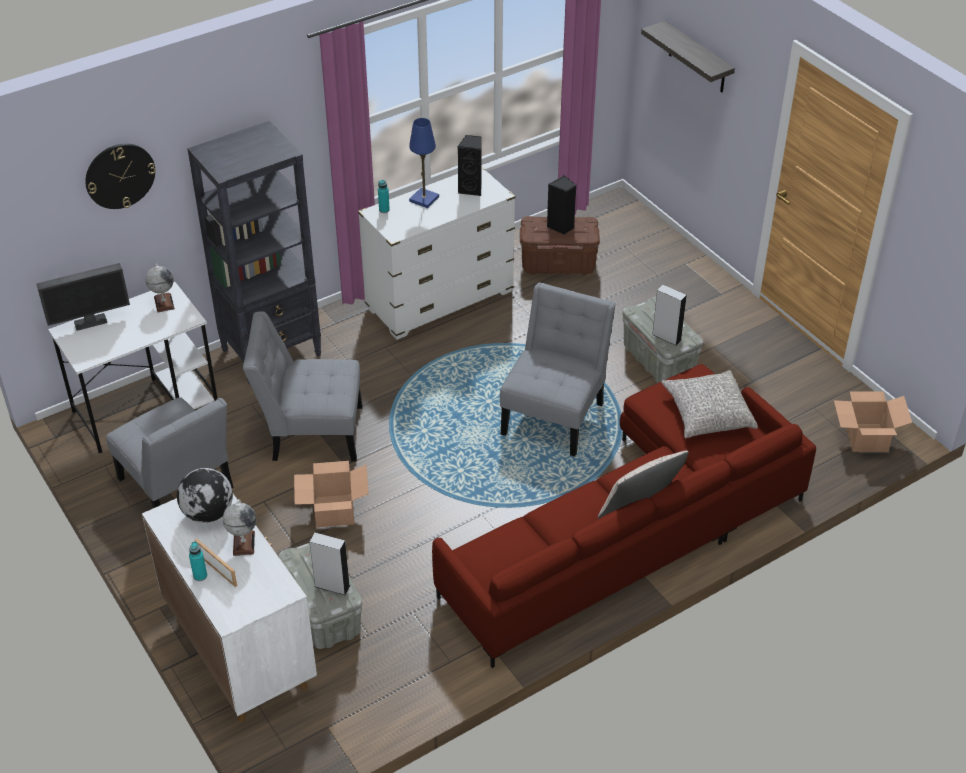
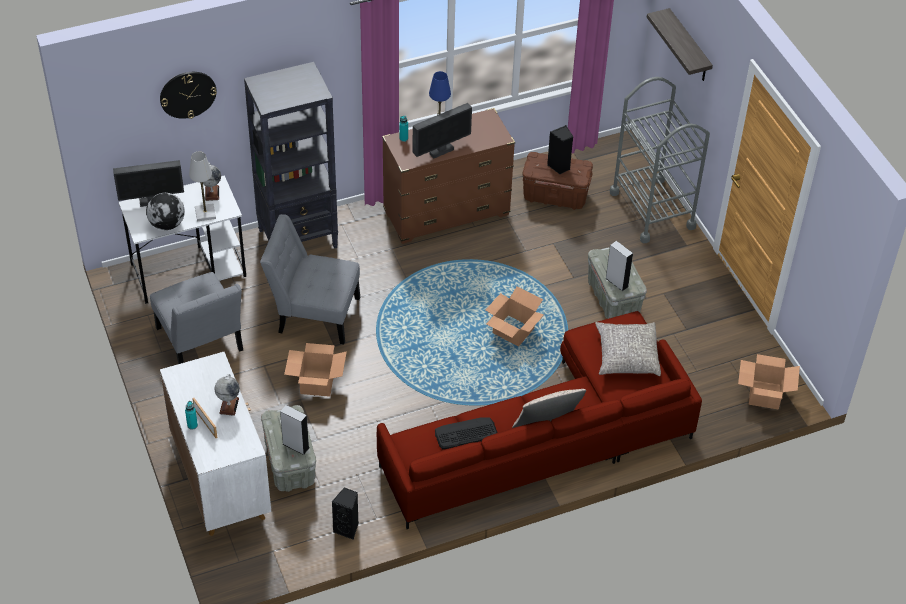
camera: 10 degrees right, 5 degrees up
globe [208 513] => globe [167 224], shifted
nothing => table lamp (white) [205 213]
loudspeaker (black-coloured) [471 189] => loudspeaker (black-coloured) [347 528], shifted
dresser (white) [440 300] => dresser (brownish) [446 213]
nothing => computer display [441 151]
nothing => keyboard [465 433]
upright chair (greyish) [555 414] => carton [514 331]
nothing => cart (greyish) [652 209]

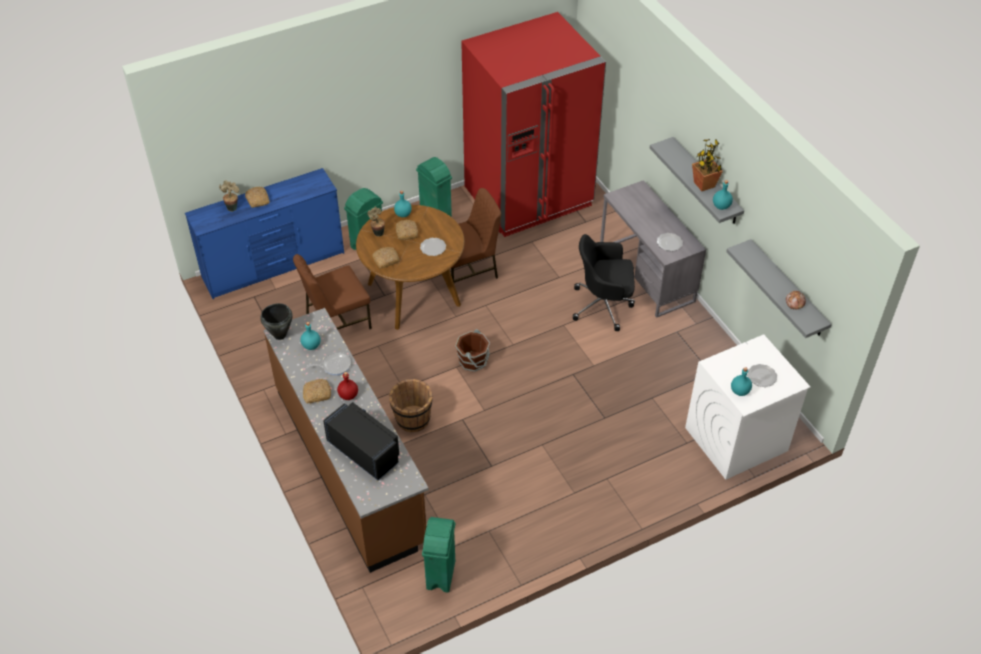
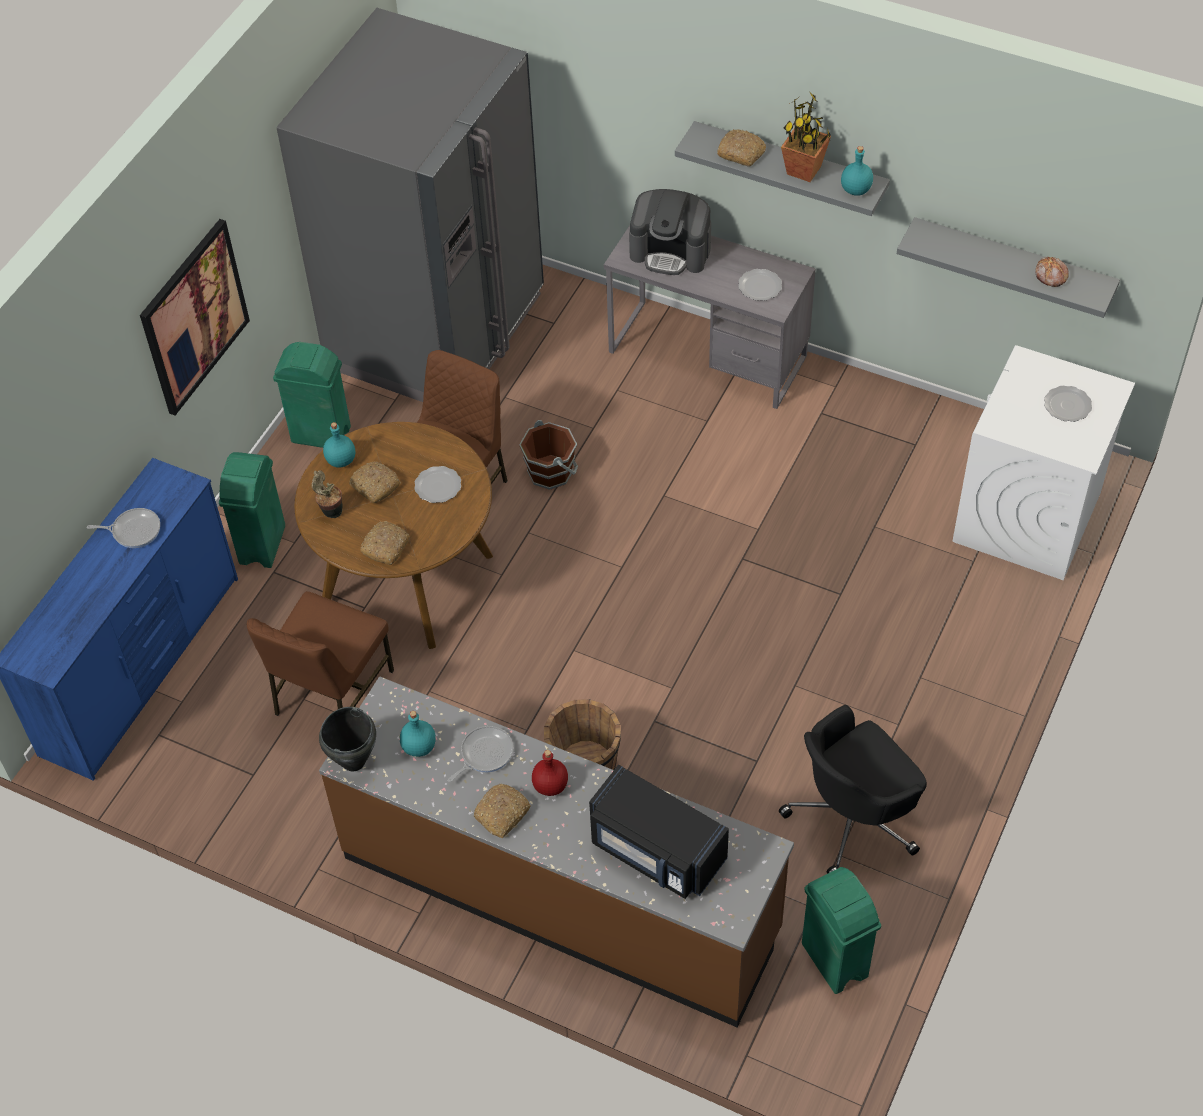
camera: 35 degrees left, 5 degrees up
nothing => skillet [134 530]
nothing => picture [194 317]
refrigerator (red-coloured) [528 196] => refrigerator (greyish) [436 331]
pail (brownish) [473 361] => pail (brownish) [551 471], shifted
microwave (black-coloured) [364 451] => microwave (black-coloured) [656 851], 150 degrees counterclockwise
nothing => coffee brewer [671 251]
baked bread [258 200] => baked bread [741 153], shifted
office chair (black-coloured) [603 305] => office chair (black-coloured) [853 818], shifted
plant in a pot [232 207] => nothing
drink bottle (turquoise-coloured) [739 391] => nothing

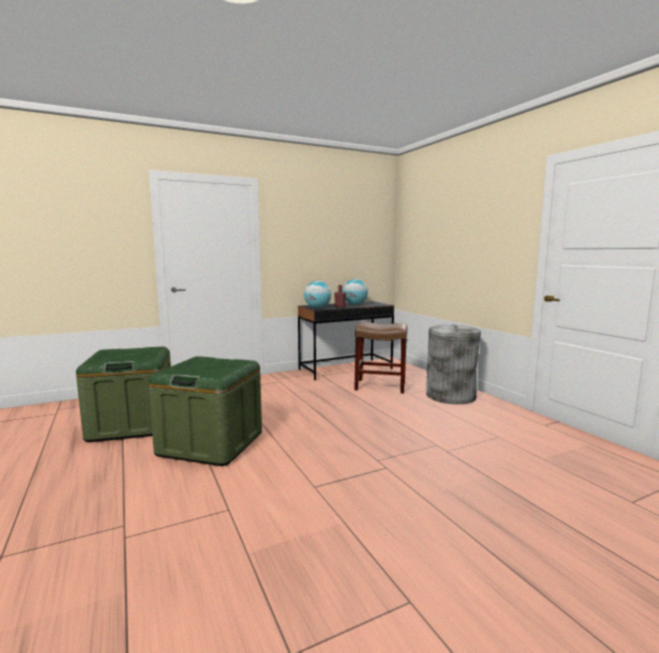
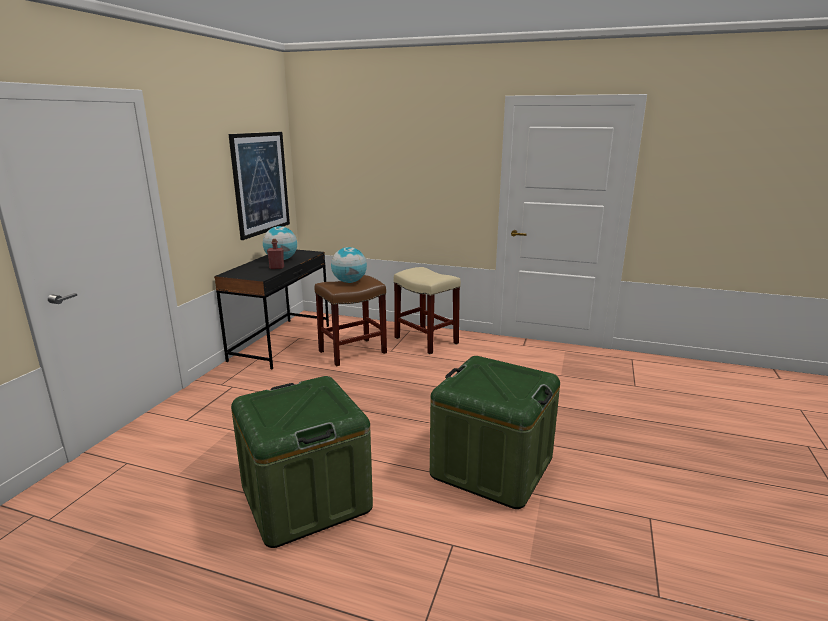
camera: 45 degrees left, 10 degrees up
nothing => picture [260 183]
globe [317 308] => globe [349 282], shifted
waste bin (greyish) [451 396] => sitting stool (sand-coloured) [427 341]
storage box (green) [132 424] => storage box (green) [492 467], shifted

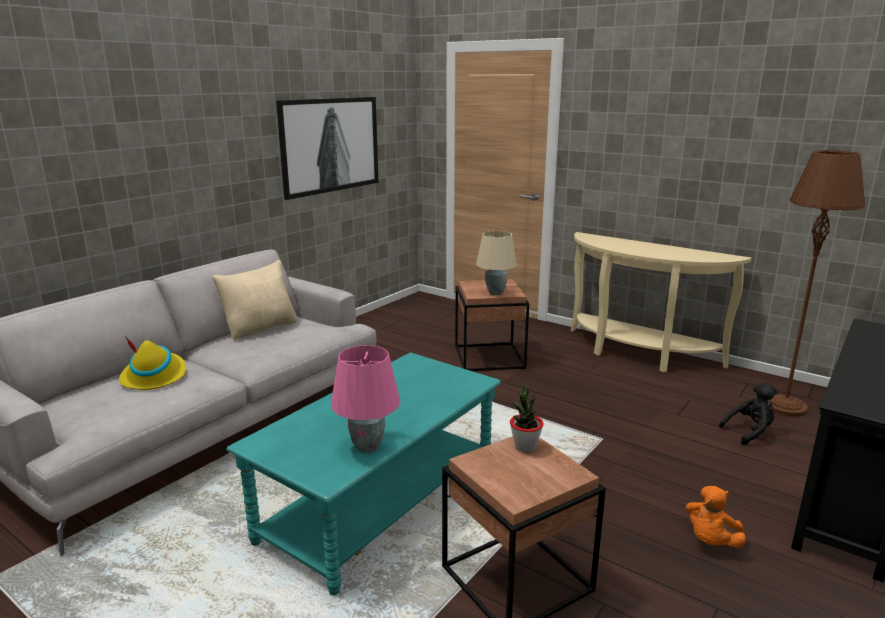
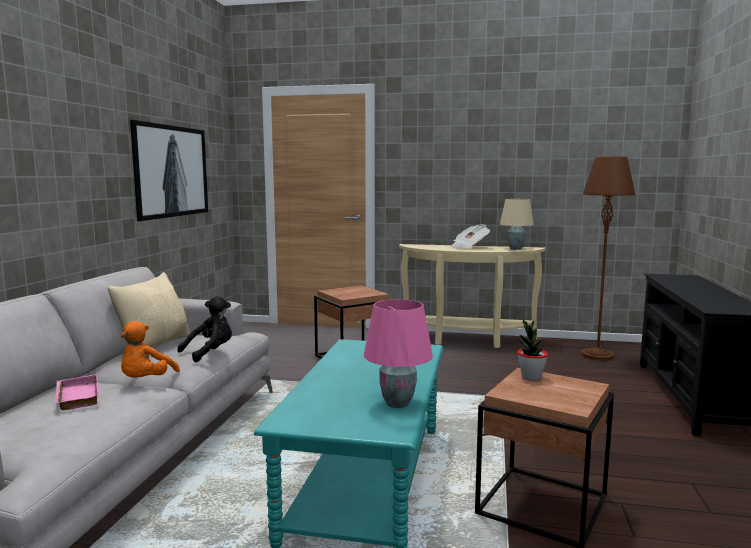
camera: 25 degrees left, 10 degrees down
wearable hat (yellowish) [154 376] => carrying tray (pink-coloured) [75 397]
plush toy (orange) [711 541] => plush toy (orange) [146 381], shifted
plush toy (black-coloured) [749 432] => plush toy (black-coloured) [210 352], shifted
nothing => newspaper [468 247]
table lamp (sand-coloured) [495 292] => table lamp (sand-coloured) [515 249], shifted

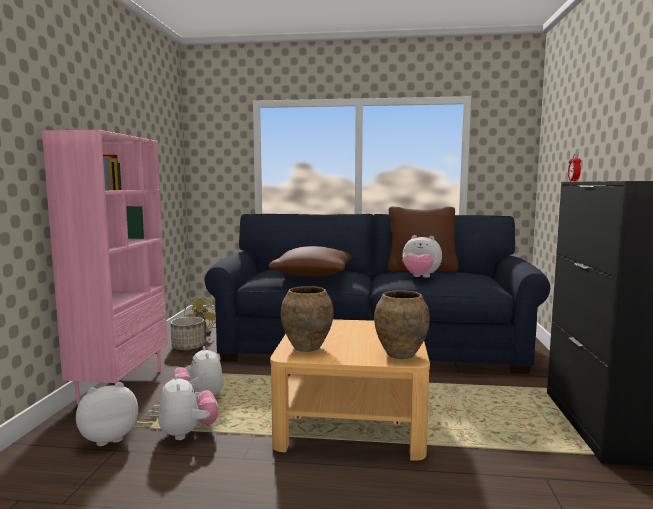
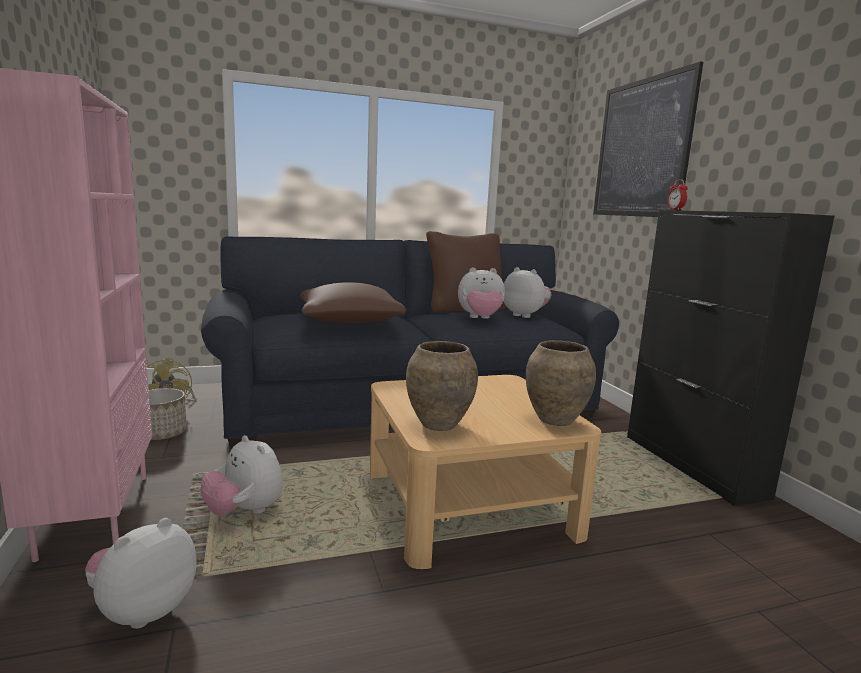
camera: 25 degrees left, 5 degrees up
plush toy [188 433] => plush toy [525 315], shifted
nothing => picture [642 148]

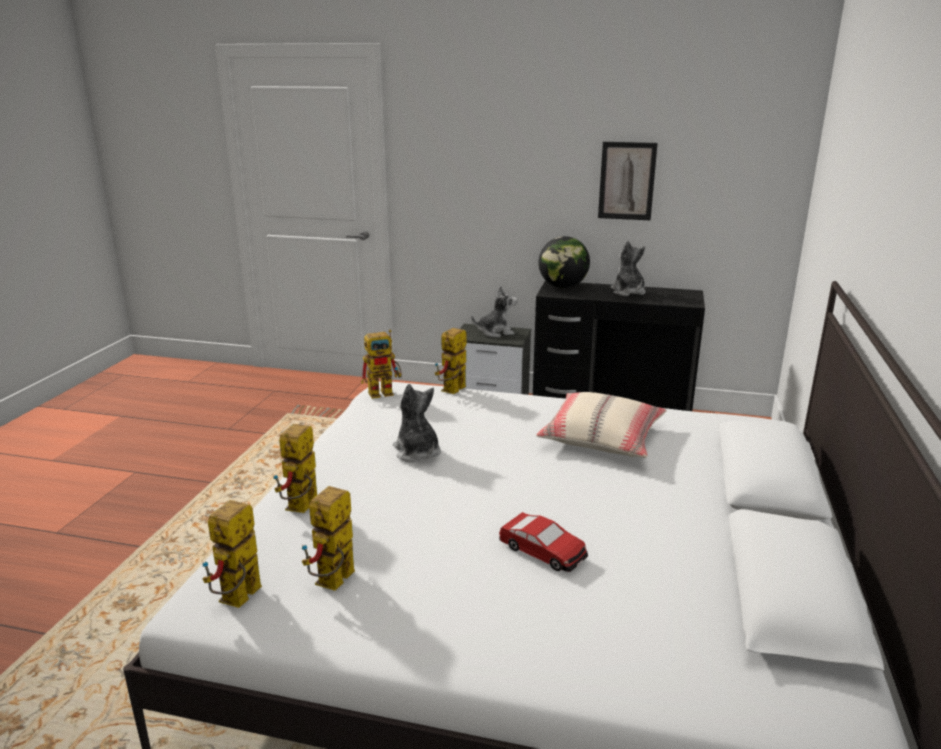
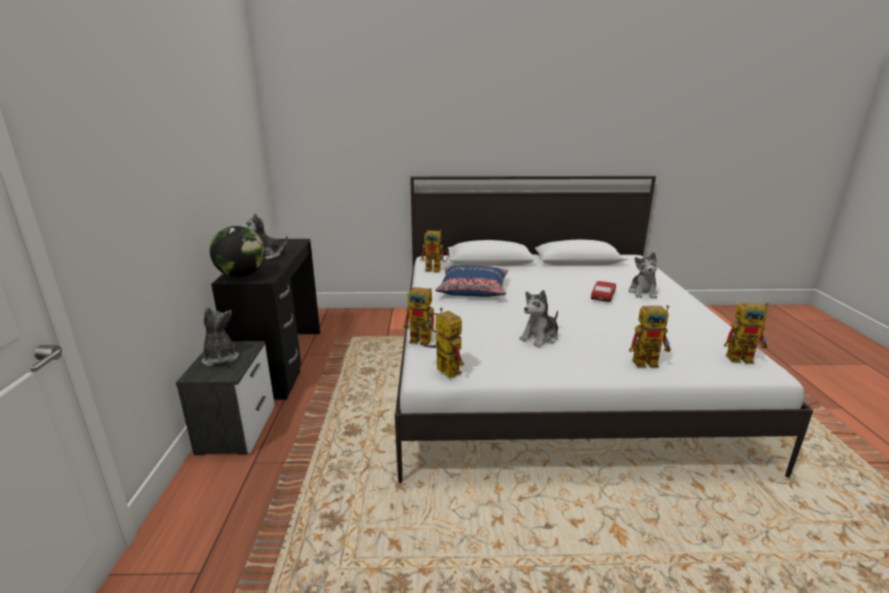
camera: 105 degrees left, 0 degrees up
robot figure [333 584] => robot figure [436 270], shifted
pillow (sand-coloured) [602 438] => pillow (blue-coloured) [473 290]
nothing => plush toy [643 292]
picture [627 181] => nothing

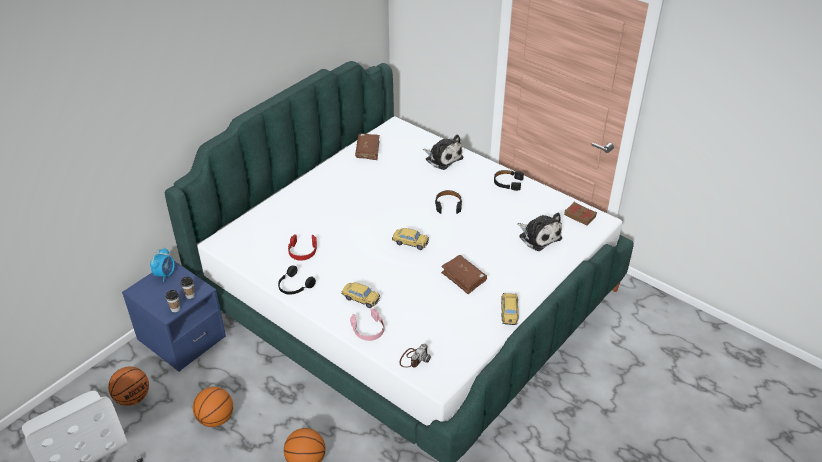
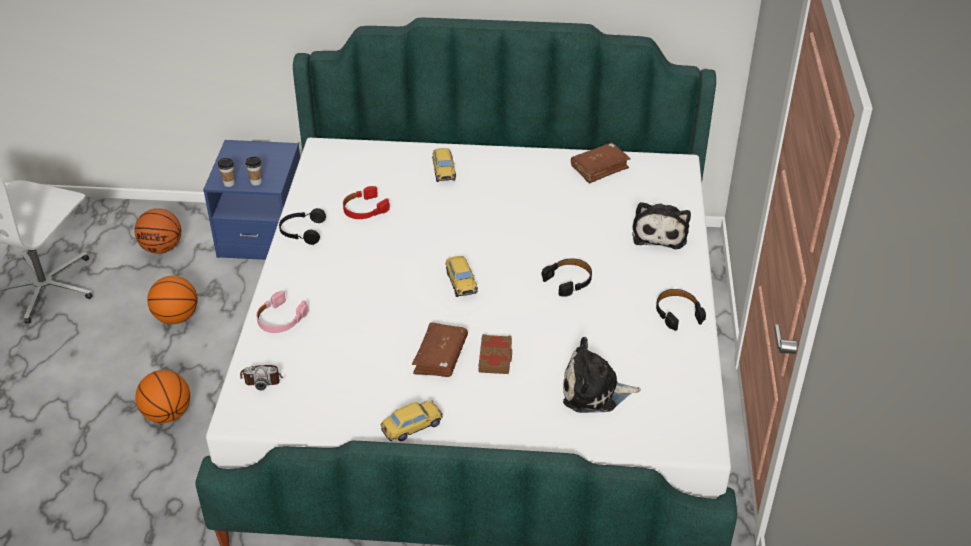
camera: 55 degrees right, 0 degrees up
miniature car [361 299] => miniature car [443 171], shifted
book (brownish) [580 215] => book (brownish) [496 357], shifted
plush toy [538 236] => plush toy [594 391], 75 degrees clockwise
table clock [165 274] => nothing

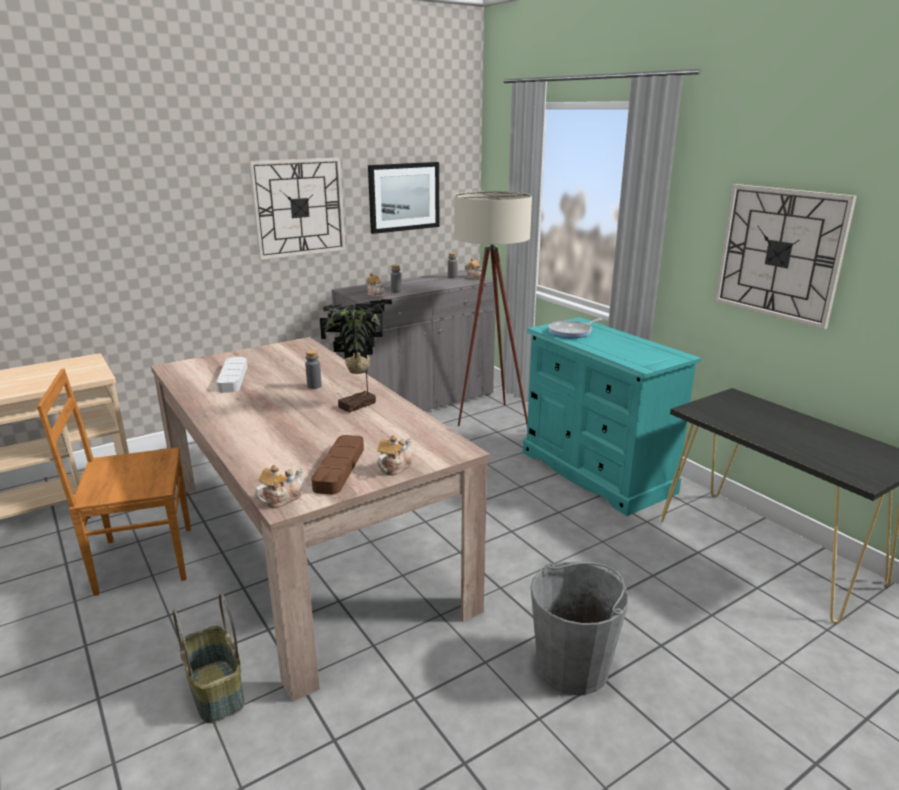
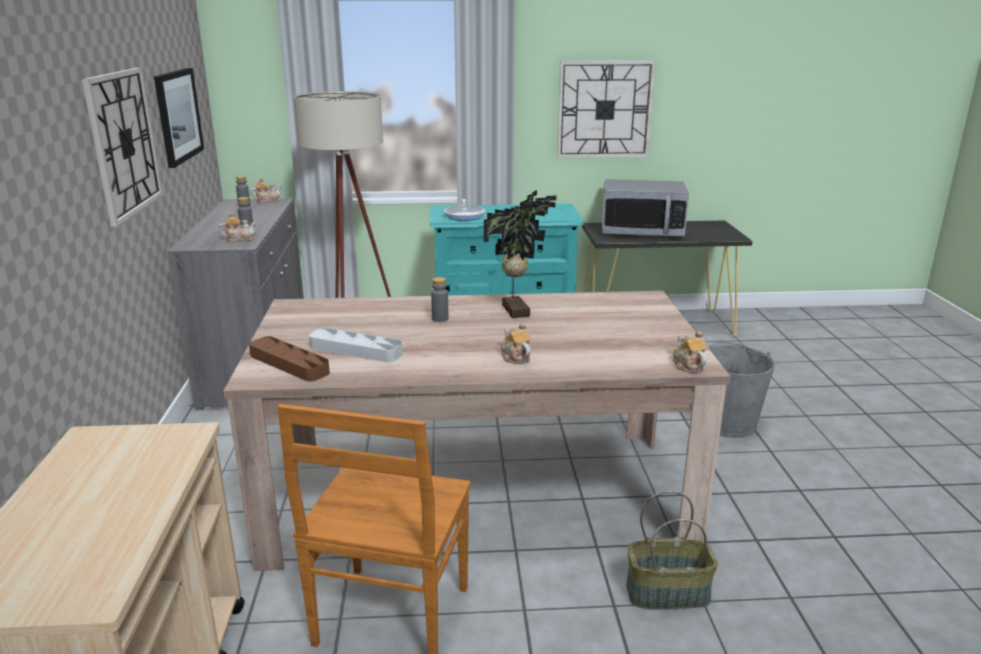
camera: 60 degrees left, 0 degrees up
carrying tray (brownish) [339 468] => carrying tray (brownish) [289 363], shifted
teapot [394 467] => teapot [515 357], shifted
nothing => microwave [641 231]

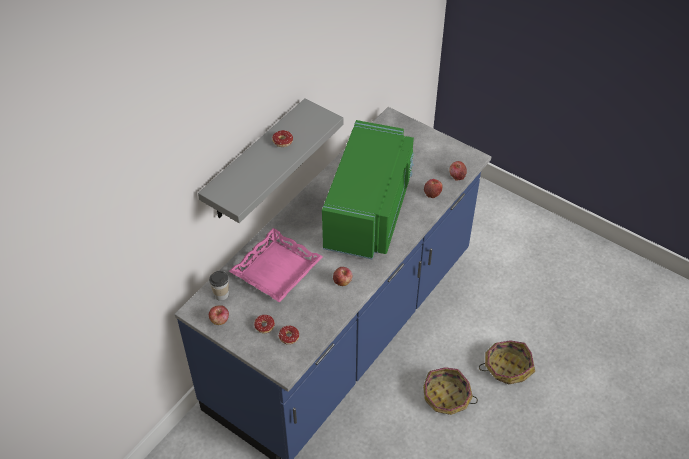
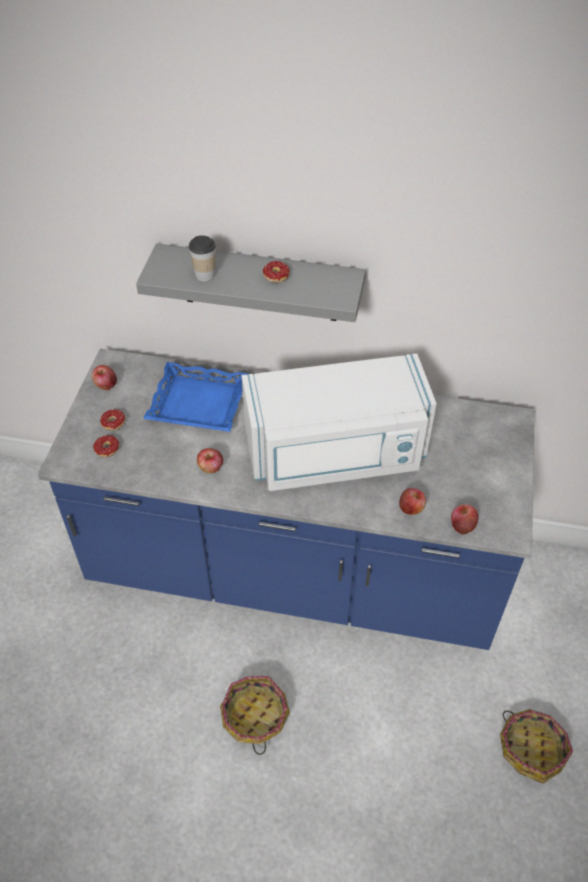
camera: 65 degrees right, 0 degrees up
carrying tray (pink-coloured) [276 269] => carrying tray (blue-coloured) [198 402]
drinking cup [221 294] => drinking cup [205 275], shifted
microwave (green) [369 212] => microwave (white) [336 454]
basket [507 367] => basket [531 749], shifted

